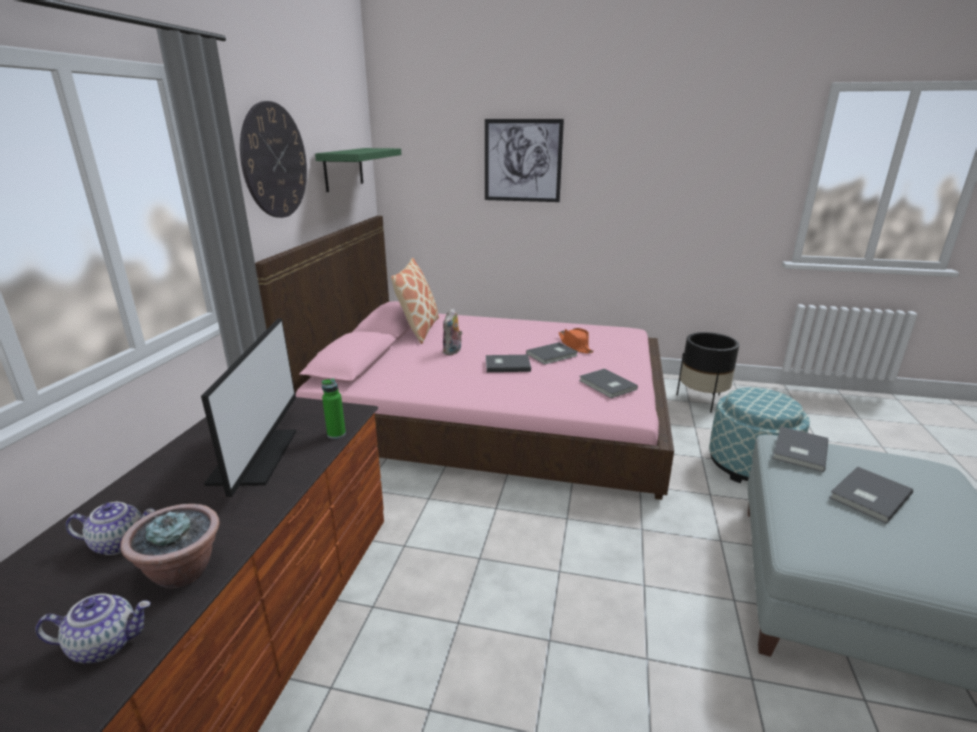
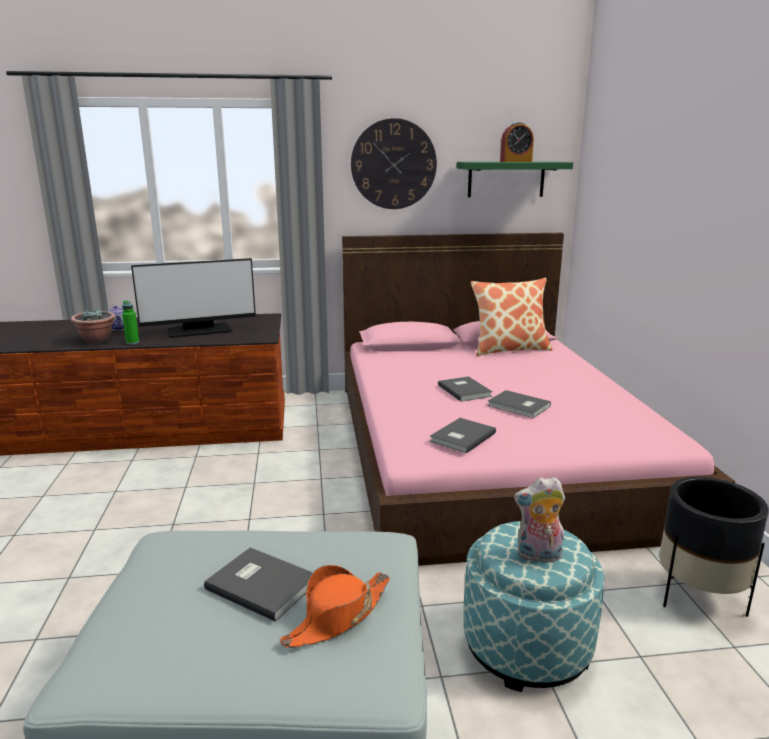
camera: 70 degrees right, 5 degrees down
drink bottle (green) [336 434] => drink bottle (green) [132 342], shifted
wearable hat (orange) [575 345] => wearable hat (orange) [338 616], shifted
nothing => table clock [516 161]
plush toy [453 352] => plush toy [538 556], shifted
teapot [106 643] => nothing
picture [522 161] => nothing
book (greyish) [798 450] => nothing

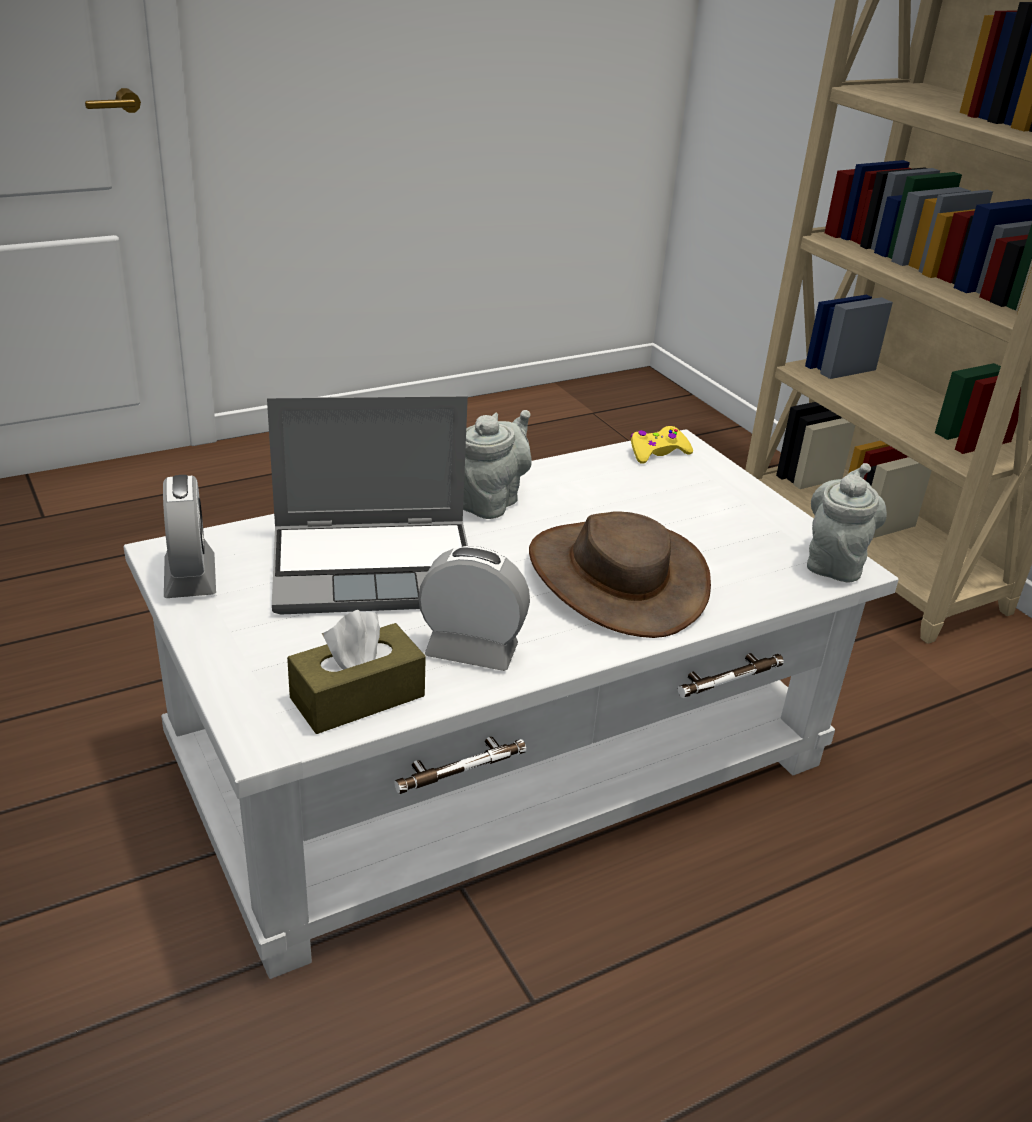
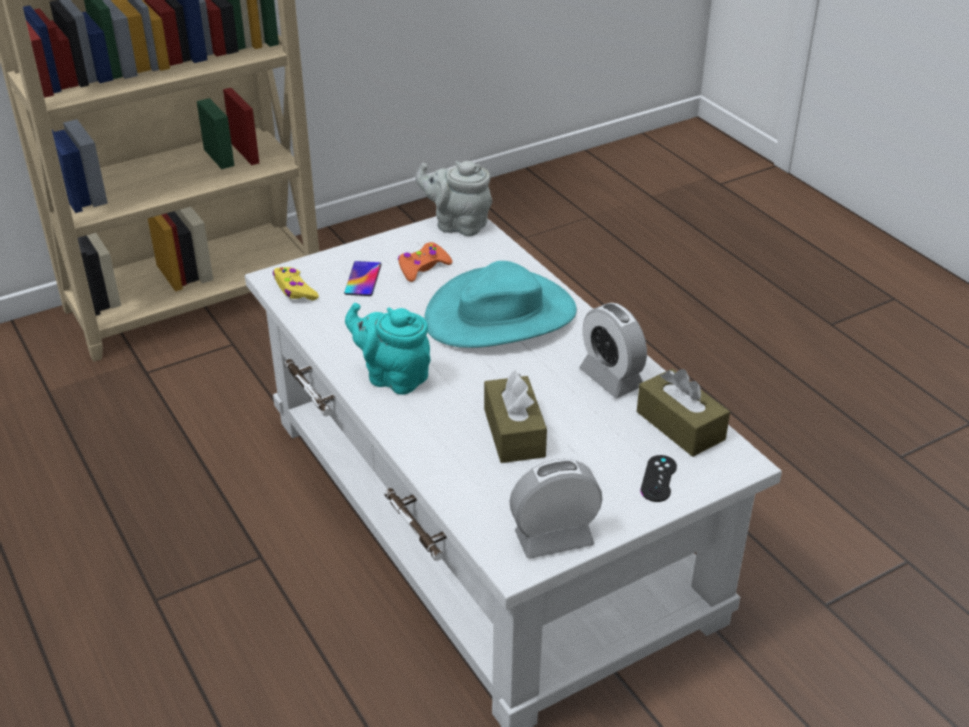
camera: 90 degrees left, 5 degrees up
nothing => telephone [363 279]
teapot (greyish) [491 501] => teapot (turquoise-coloured) [393 377]
nothing => game controller (orange) [423 268]
wearable hat (brownish) [617 578] => wearable hat (turquoise-coloured) [500 315]
portable computer [376 568] => tissue box (brownish) [514 432]
table clock [471 651] => table clock [611 378], 45 degrees counterclockwise
nothing => game controller (black-coloured) [658 479]

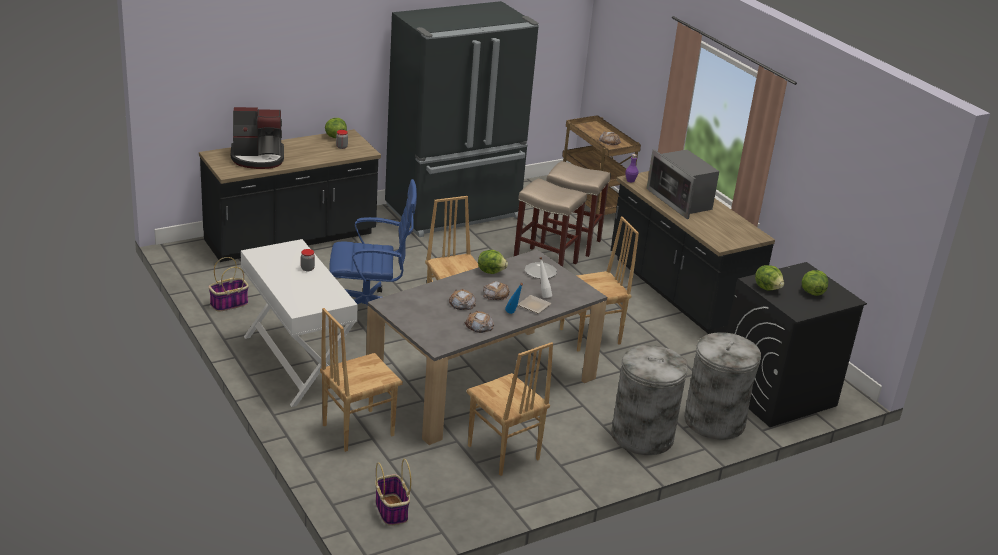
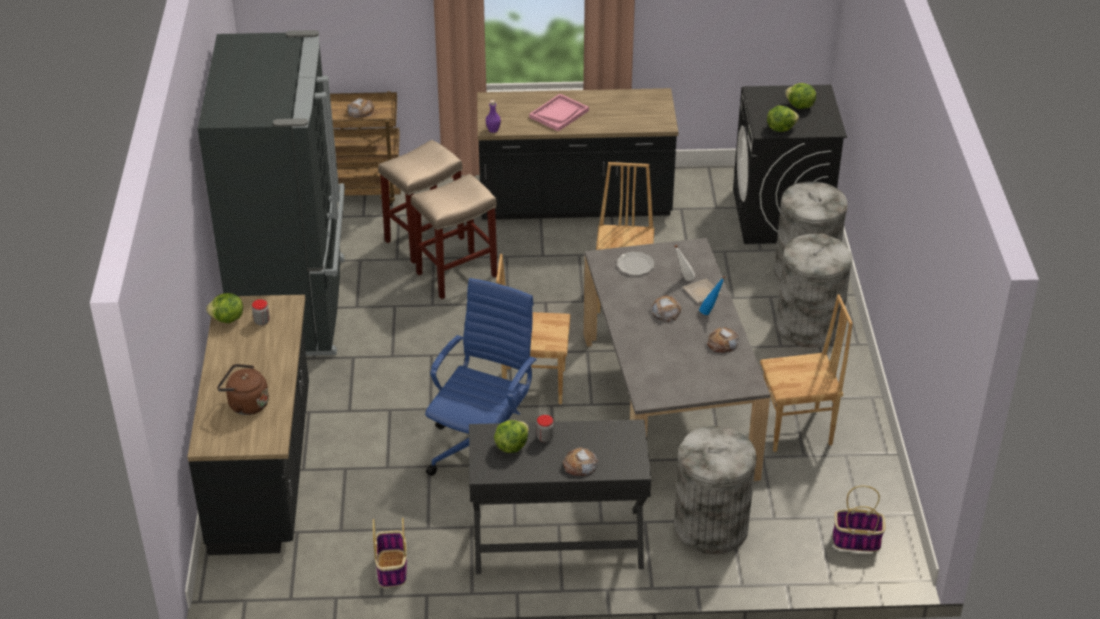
camera: 60 degrees left, 10 degrees up
coffee brewer [258 158] => tea kettle (brownish) [245 404]
desk table (white) [296 363] => desk table (black-coloured) [558 541]
lettuce head [491 271] => lettuce head [511 446], shifted
microwave [681 201] => carrying tray (pink-coloured) [559 114]
baked bread [462 303] => baked bread [580 465], shifted
upright chair (brownish) [357 430] => waste bin (greyish) [710 527]

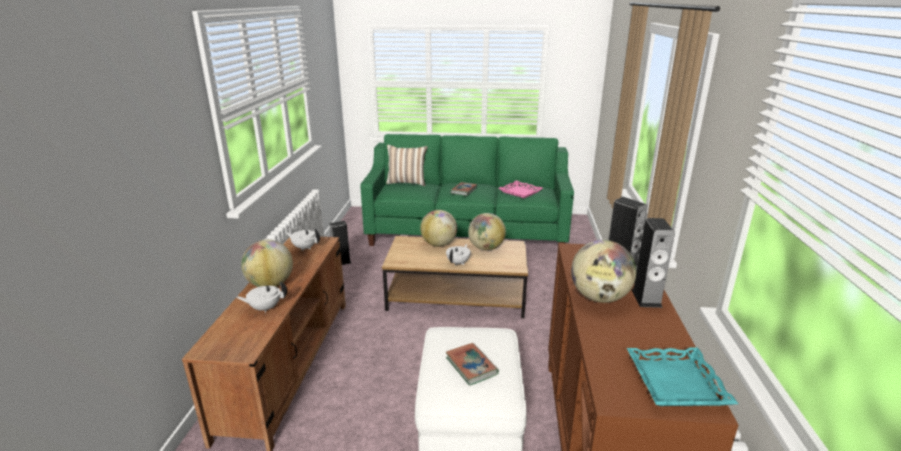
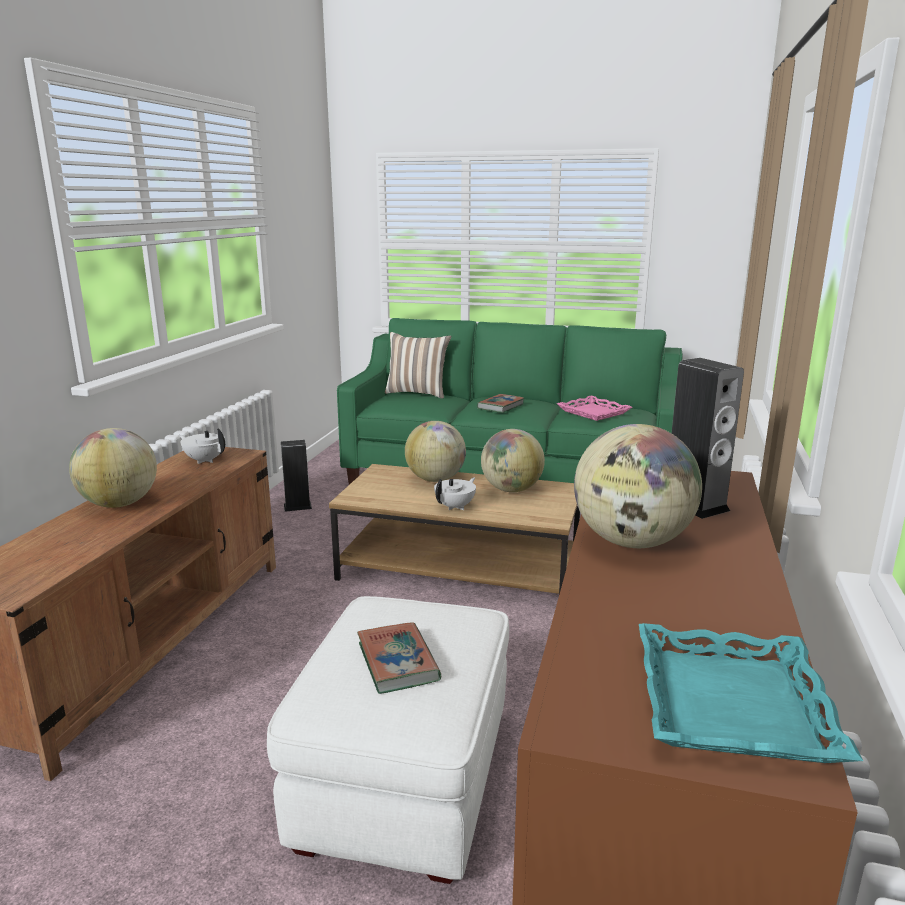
camera: 10 degrees right, 5 degrees down
teapot (white) [265 308] => nothing
loudspeaker [646 298] => nothing

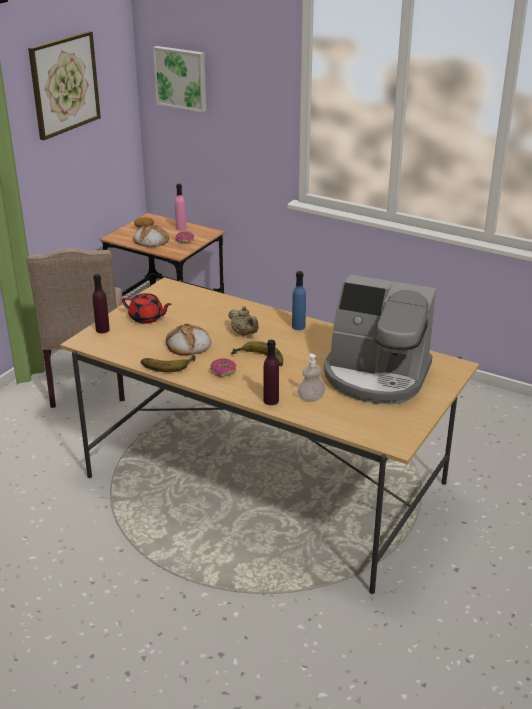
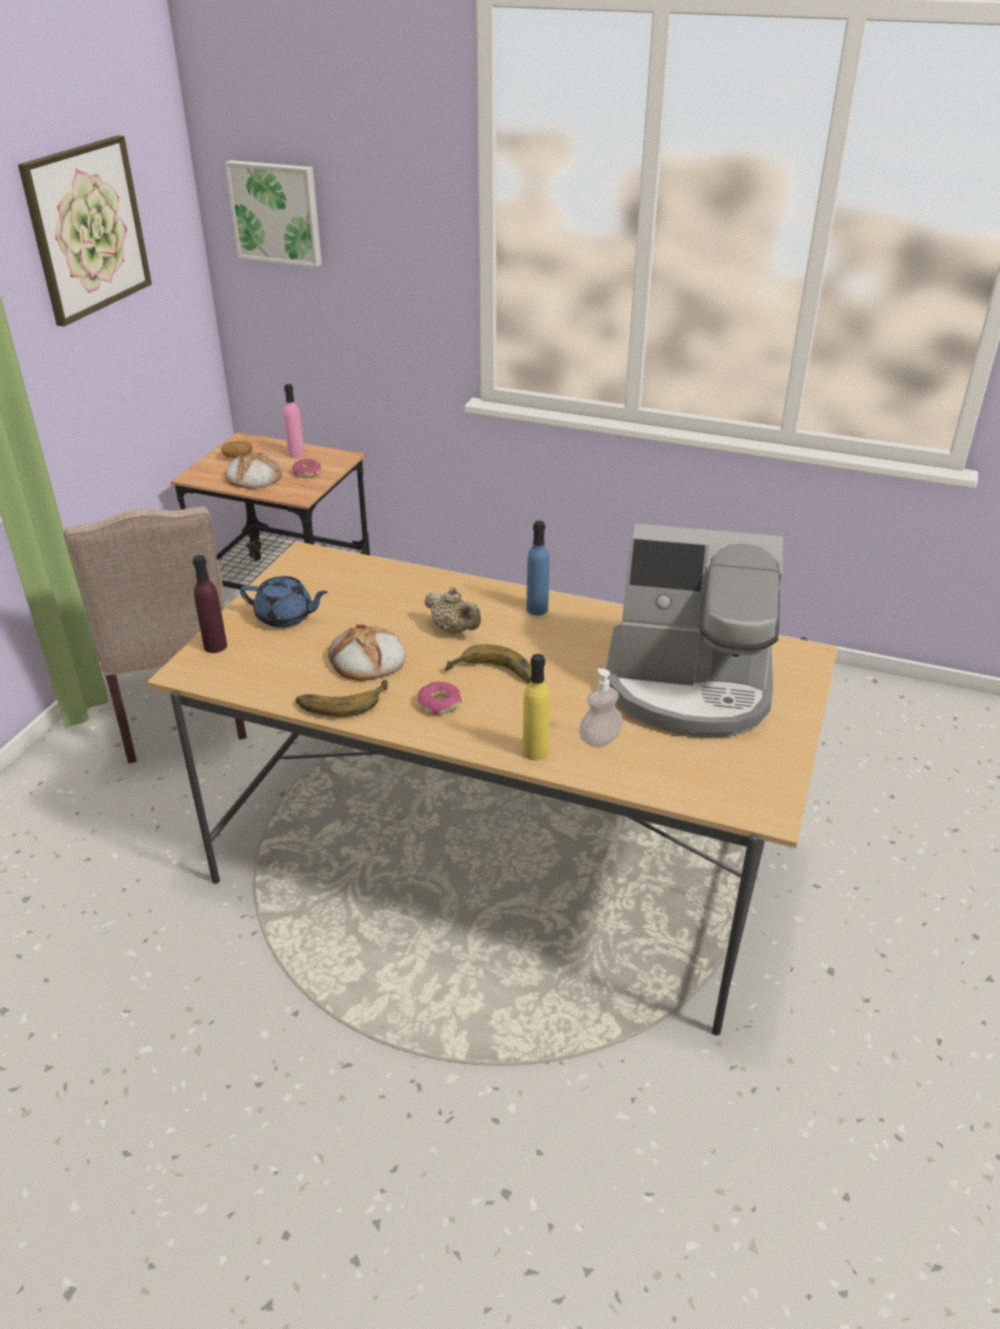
camera: 10 degrees left, 5 degrees up
teapot (red-coloured) [147 318] => teapot (blue-coloured) [286 617]
drink bottle (purplish) [271 400] => drink bottle (yellowish) [535 751]

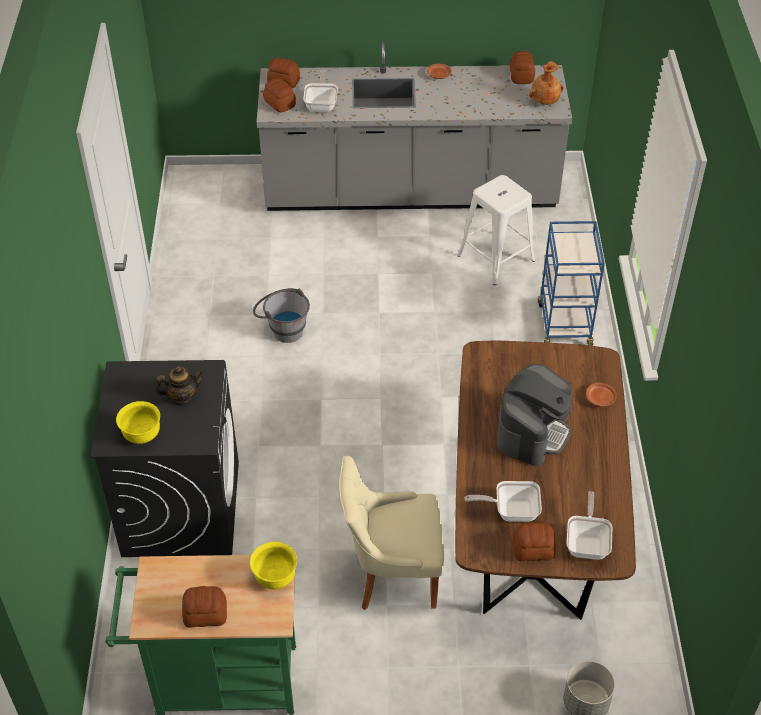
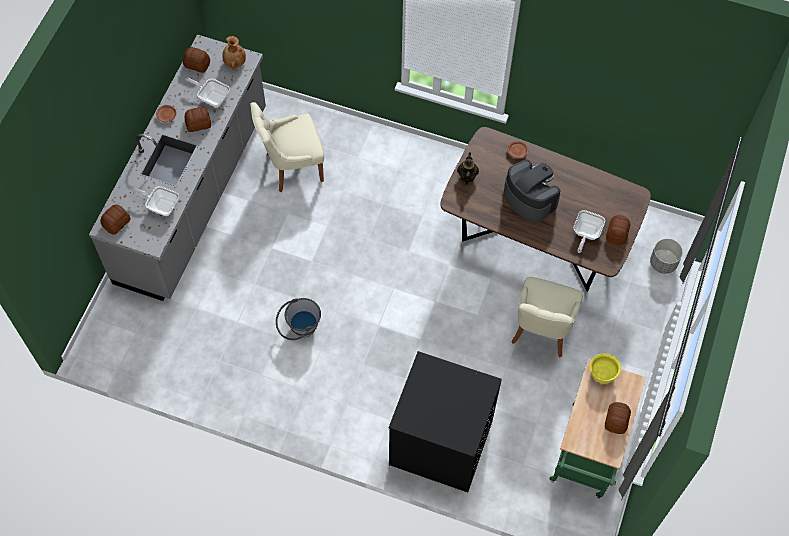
camera: 70 degrees left, 15 degrees up
baked bread [280 103] => baked bread [198 123], shifted
skillet [587 543] => skillet [212 97], shifted
sitting stool (white) [496 258] => upright chair (sand-coloured) [292 167]
teapot [182 397] => teapot [467 176], shifted
serving bowl (yellowish) [142 435] => nothing
cart (blue-coloured) [564 324] => nothing

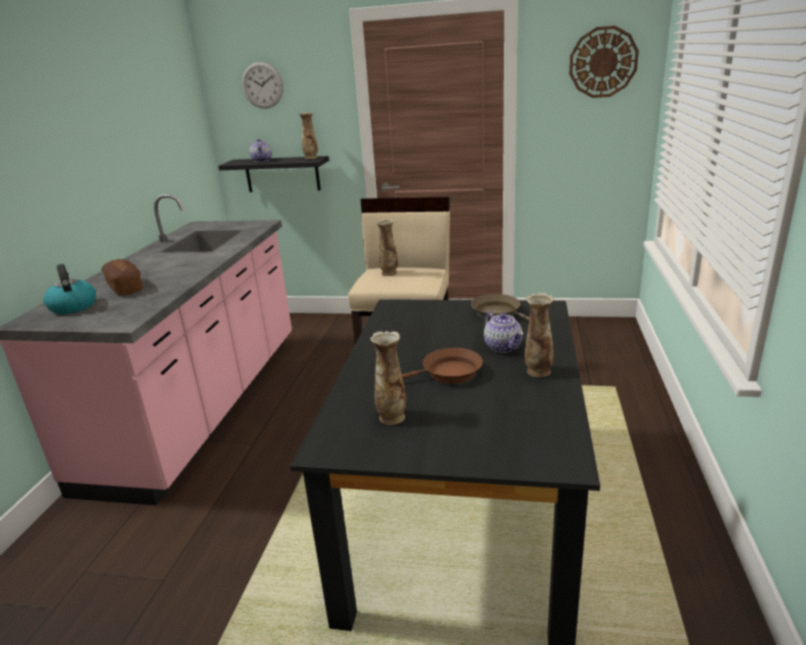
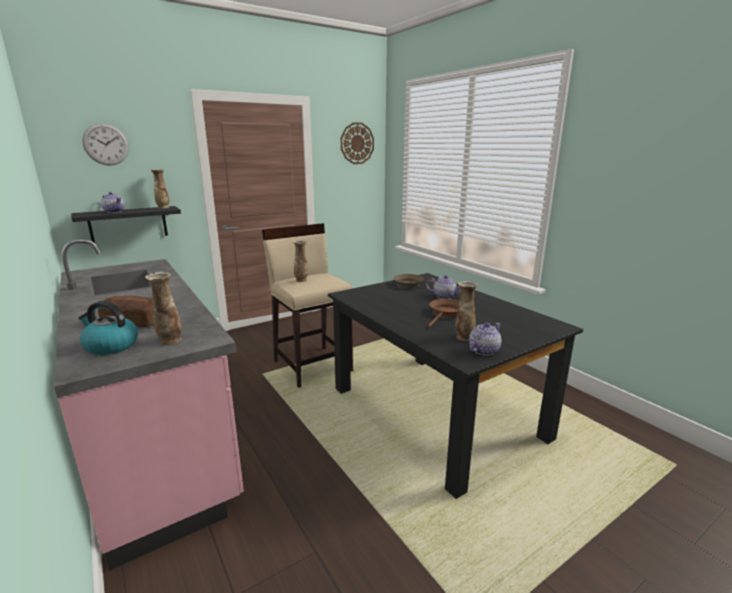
camera: 45 degrees left, 5 degrees down
decorative vase [538 371] => decorative vase [170 341], shifted
nothing => teapot [483 350]

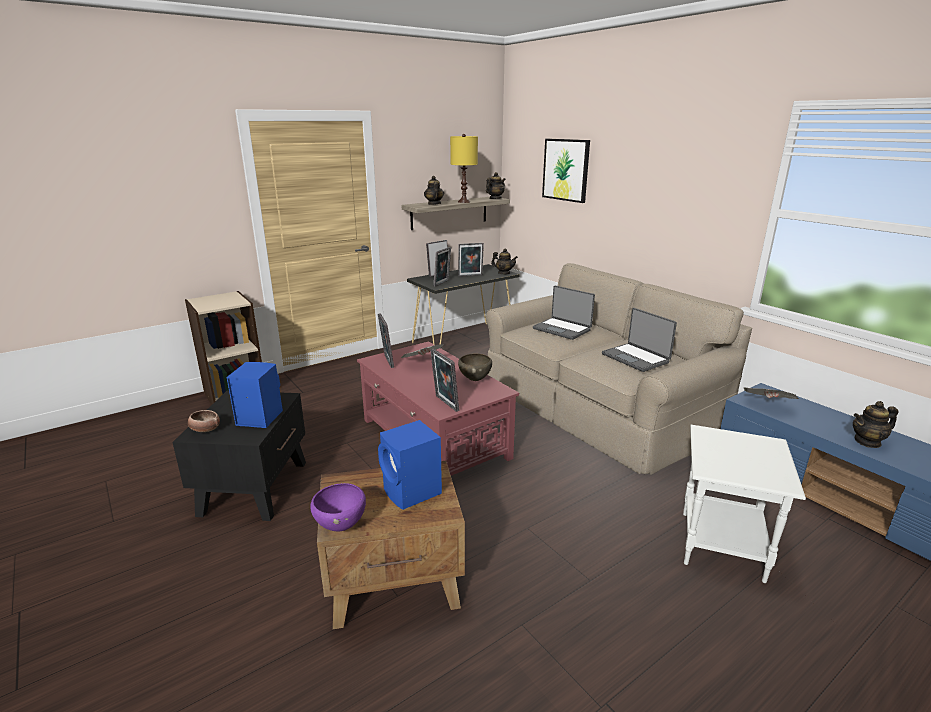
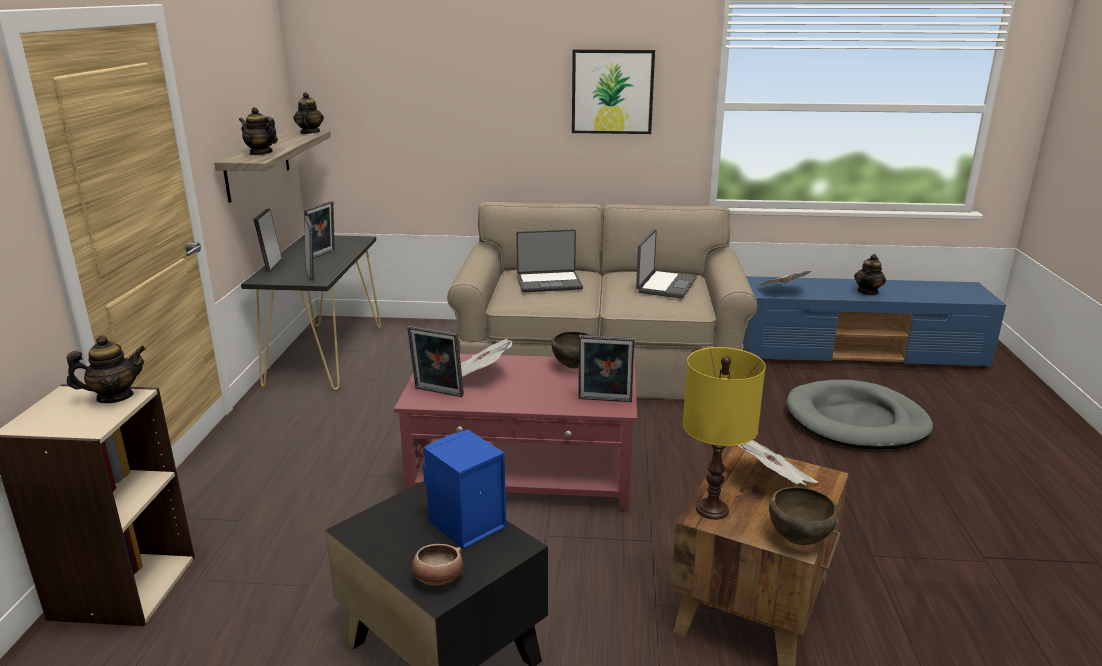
camera: 50 degrees left, 0 degrees up
teapot [504 273] => teapot [115 397], shifted
picture [566 170] => picture [612 92], shifted
portable computer [636 358] => portable computer [665 285], 75 degrees counterclockwise
table lamp (yellowish) [463 202] => table lamp (yellowish) [712 510], shifted
loudspeaker (blue-coloured) [412 493] => newspaper [772 480]
serving bowl (purplish) [341 526] => serving bowl (brownish) [798 540]
side table (white) [721 547] => dog bed (greyish) [856 421]

